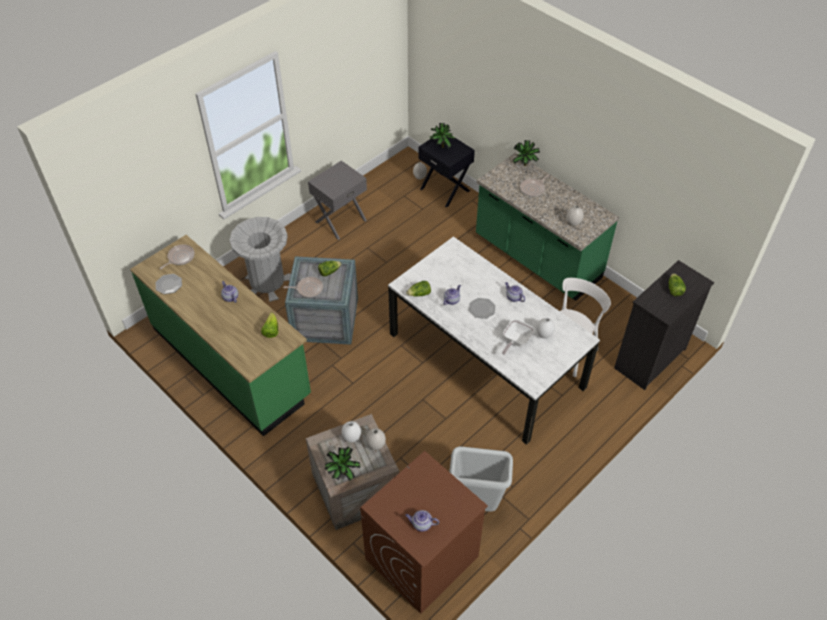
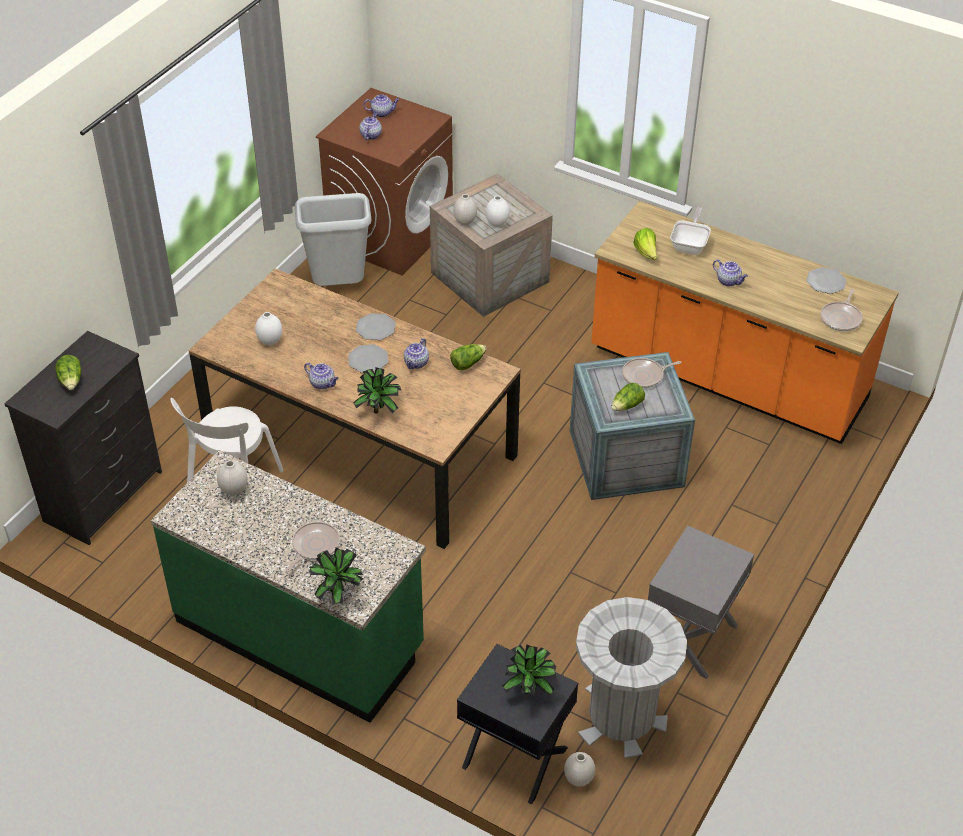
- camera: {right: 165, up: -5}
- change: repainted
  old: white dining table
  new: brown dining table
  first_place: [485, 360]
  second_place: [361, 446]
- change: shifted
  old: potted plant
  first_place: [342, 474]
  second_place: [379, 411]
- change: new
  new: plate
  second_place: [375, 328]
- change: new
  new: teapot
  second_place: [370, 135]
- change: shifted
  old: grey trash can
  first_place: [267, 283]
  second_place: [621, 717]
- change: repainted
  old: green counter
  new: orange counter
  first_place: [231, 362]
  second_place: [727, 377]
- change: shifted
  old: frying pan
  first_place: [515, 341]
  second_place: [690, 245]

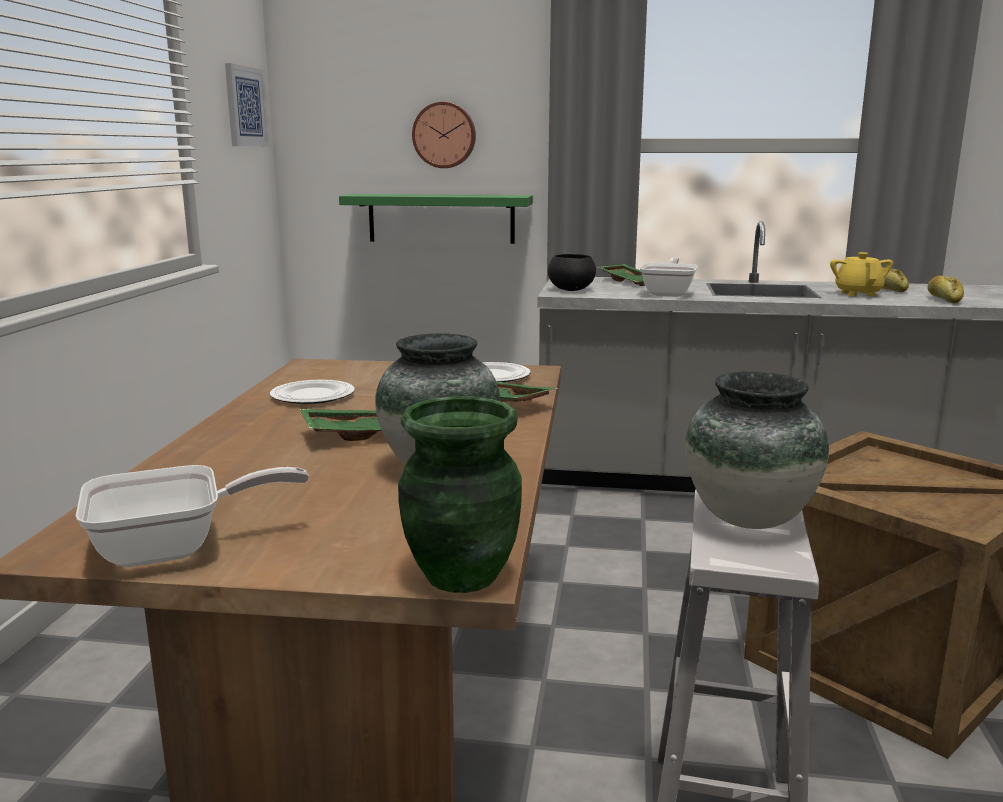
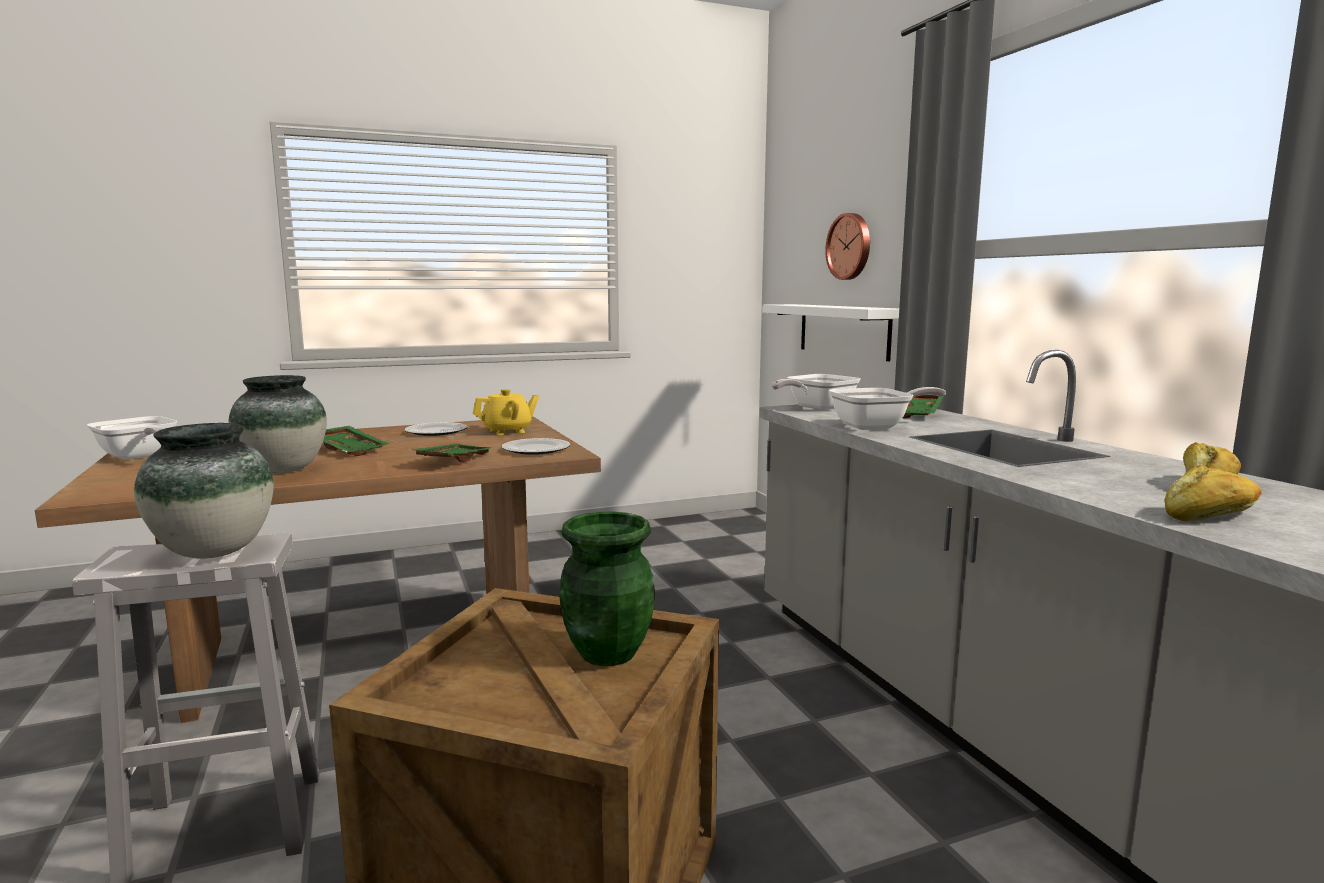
- camera: {right: 60, up: -5}
- change: shifted
  old: yellow teapot
  first_place: [858, 294]
  second_place: [507, 431]
- change: shifted
  old: green vase
  first_place: [460, 575]
  second_place: [608, 652]
- change: repainted
  old: green shelf
  new: white shelf
  first_place: [441, 218]
  second_place: [843, 330]
- change: swapped
  old: black bowl
  new: frying pan
  first_place: [570, 290]
  second_place: [816, 408]
- change: gone
  old: picture
  first_place: [245, 107]

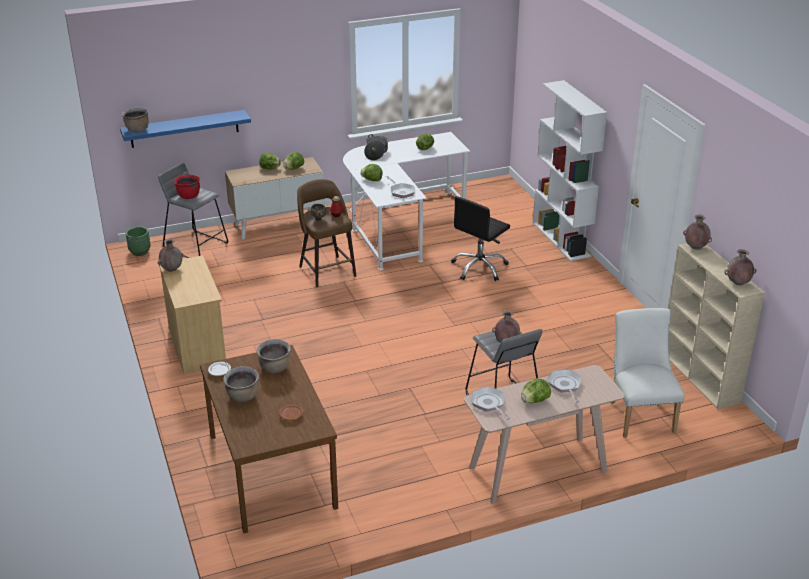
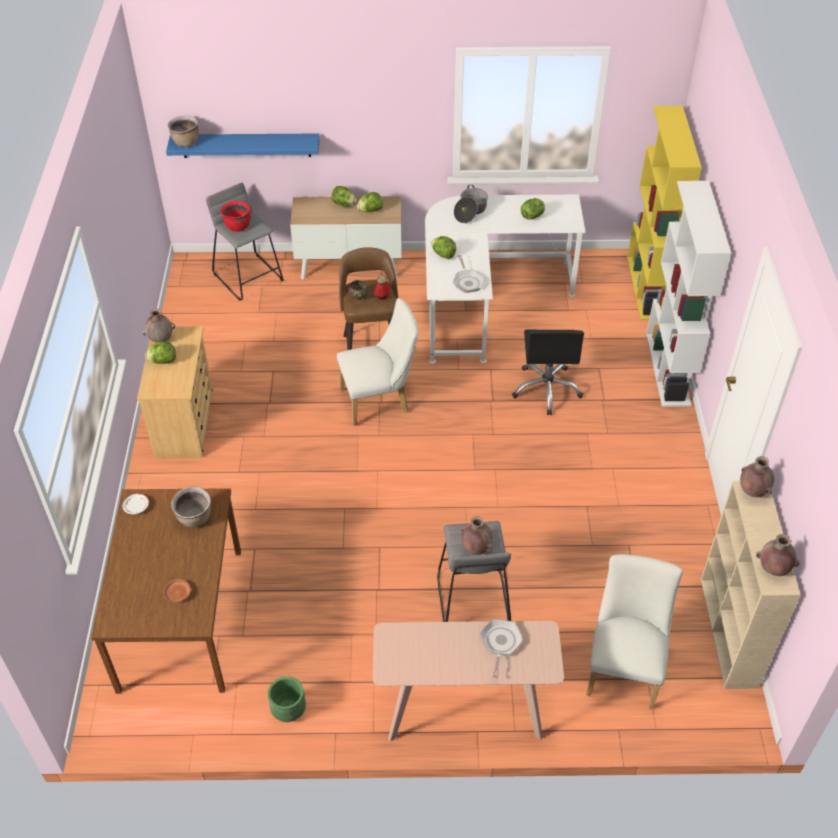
- camera: {right: 20, up: 15}
- change: shifted
  old: lettuce
  first_place: [534, 401]
  second_place: [163, 361]
- change: shifted
  old: green planter
  first_place: [140, 252]
  second_place: [288, 710]
- change: new
  new: white chair
  second_place: [380, 400]
- change: rotated
  old: black office chair
  first_place: [479, 268]
  second_place: [547, 389]
  degrees: -60
- change: new
  new: yellow bookcase
  second_place: [647, 288]
- change: gone
  old: brown cooking pot
  first_place: [243, 397]
- change: gone
  old: frying pan
  first_place: [489, 404]

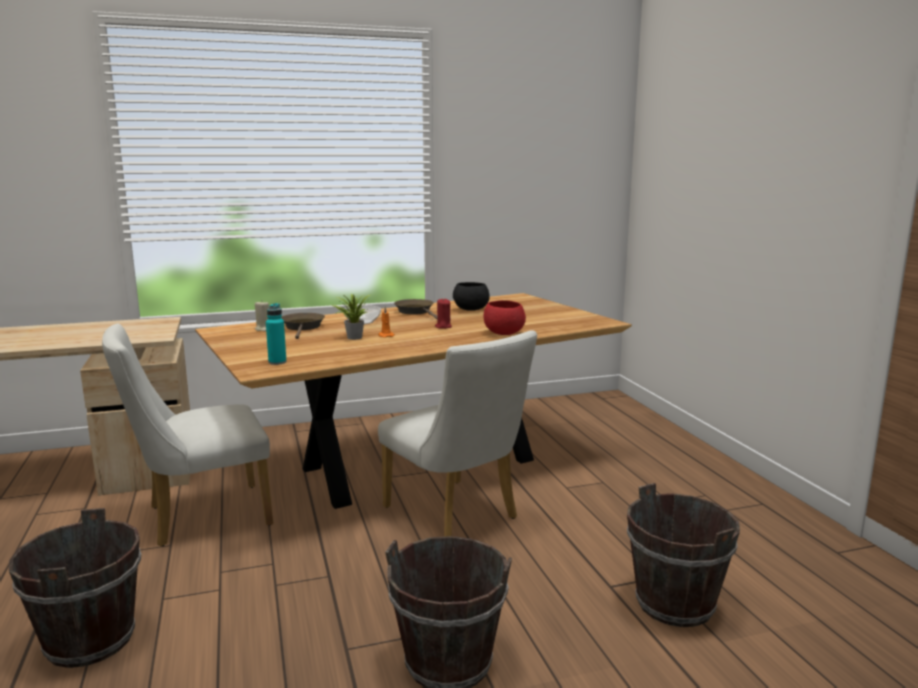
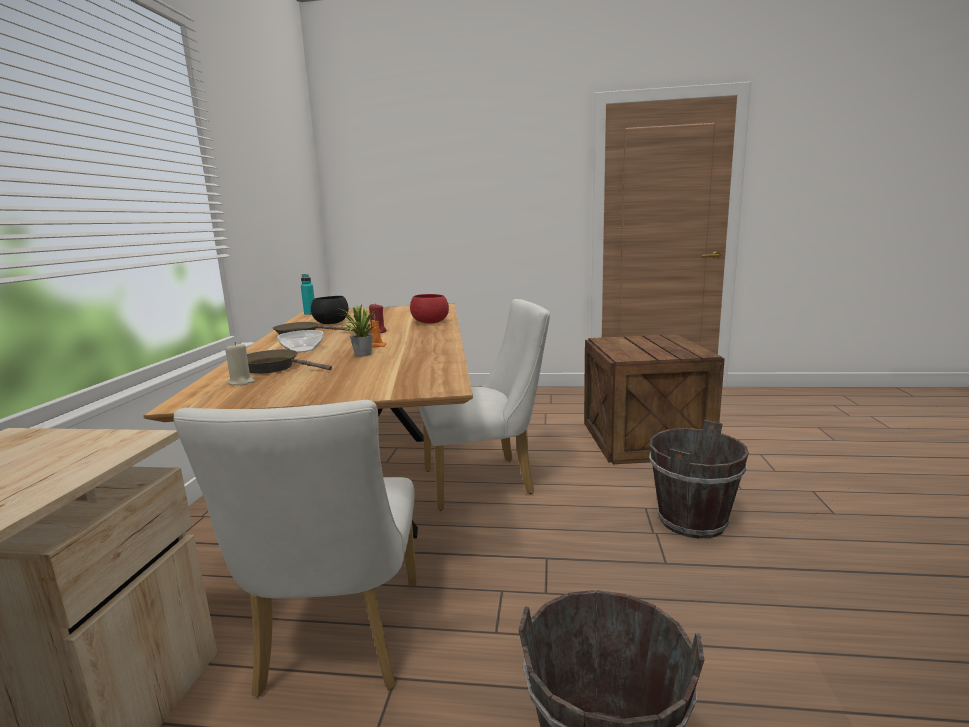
- camera: {right: -65, up: 0}
- change: shifted
  old: turquoise bottle
  first_place: [277, 362]
  second_place: [310, 313]
- change: swapped
  old: brown bucket
  new: crate
  first_place: [674, 604]
  second_place: [645, 440]

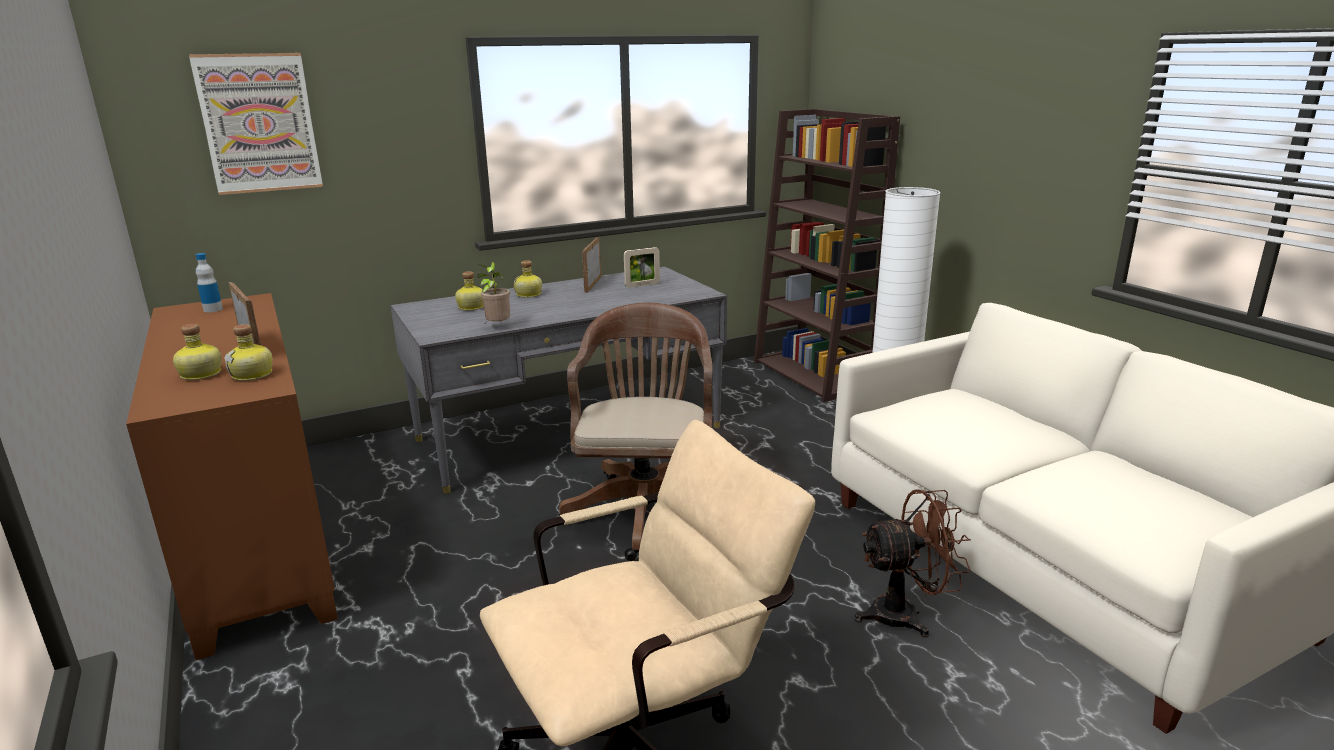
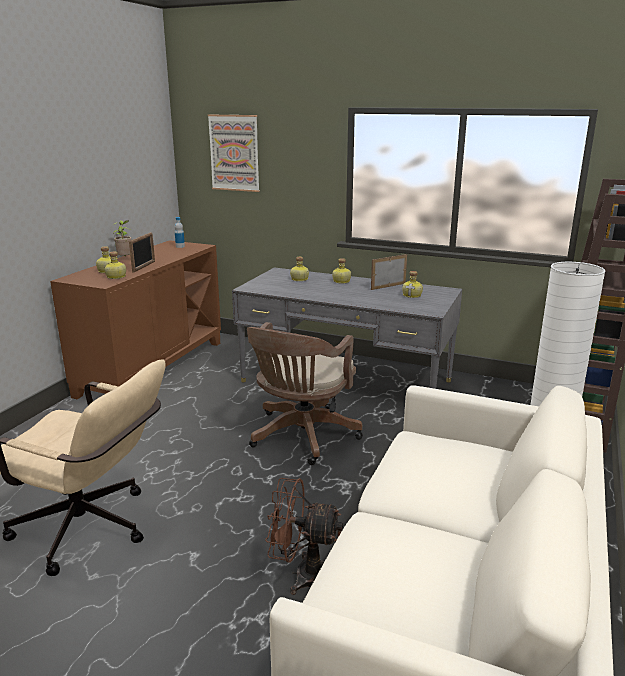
- camera: {right: 50, up: 0}
- change: shifted
  old: potted plant
  first_place: [497, 327]
  second_place: [125, 259]
- change: rotated
  old: brown office chair
  first_place: [646, 508]
  second_place: [301, 437]
  degrees: 150
- change: rotated
  old: brown fan
  first_place: [906, 614]
  second_place: [303, 575]
  degrees: 150
- change: swapped
  old: picture frame
  new: bottle
  first_place: [642, 285]
  second_place: [412, 295]

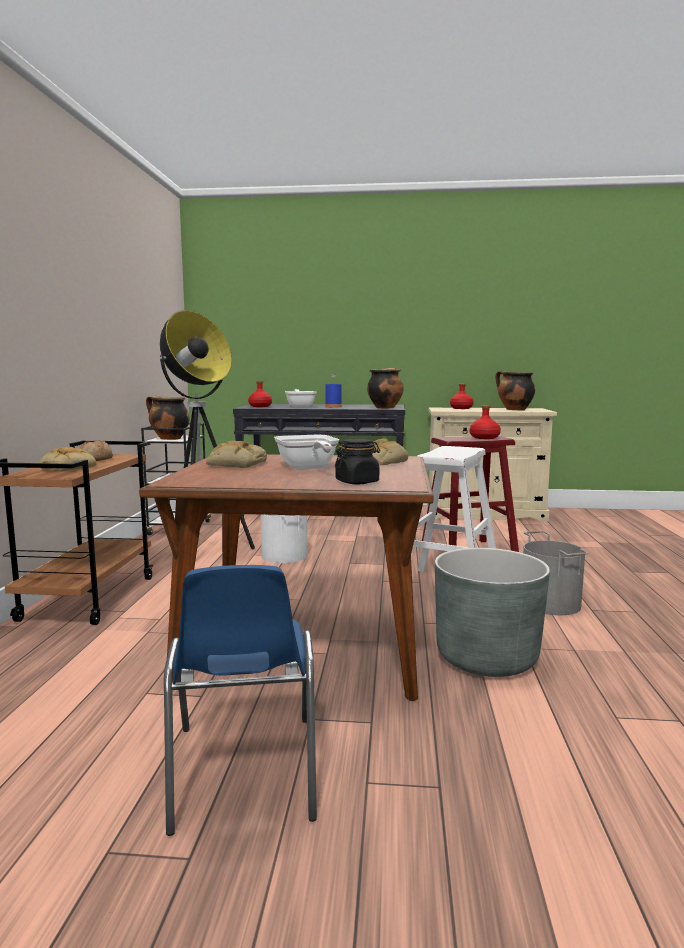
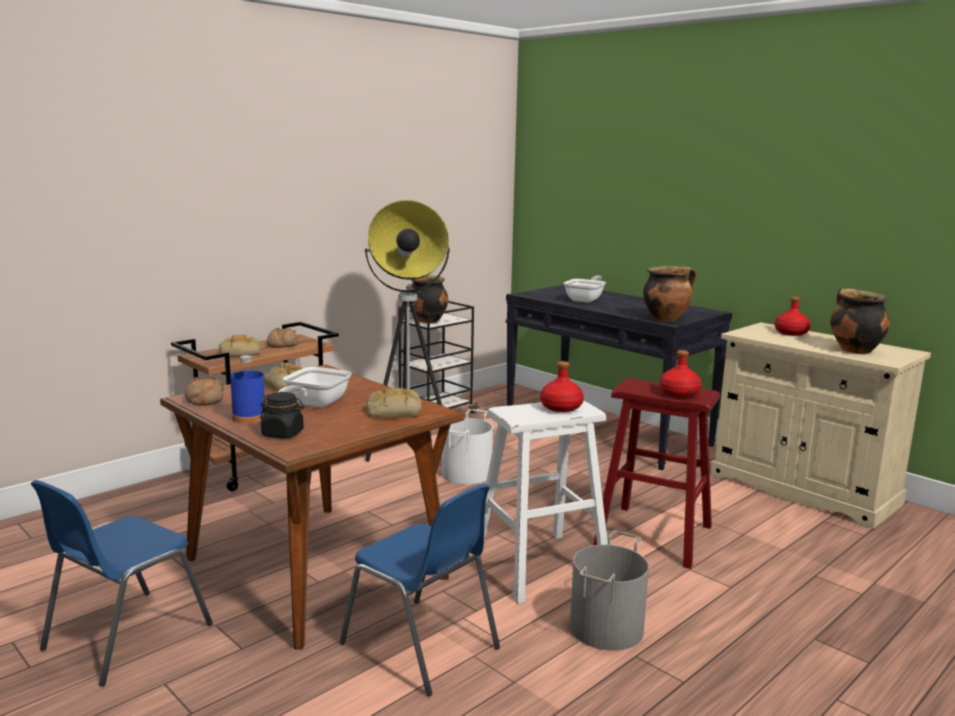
- camera: {right: 40, up: 5}
- change: new
  new: bread
  second_place: [203, 400]
- change: shifted
  old: blue bottle
  first_place: [333, 407]
  second_place: [249, 417]
- change: swapped
  old: grey planter
  new: blue chair
  first_place: [486, 657]
  second_place: [422, 647]
- change: shifted
  old: red bottle
  first_place: [260, 406]
  second_place: [560, 407]

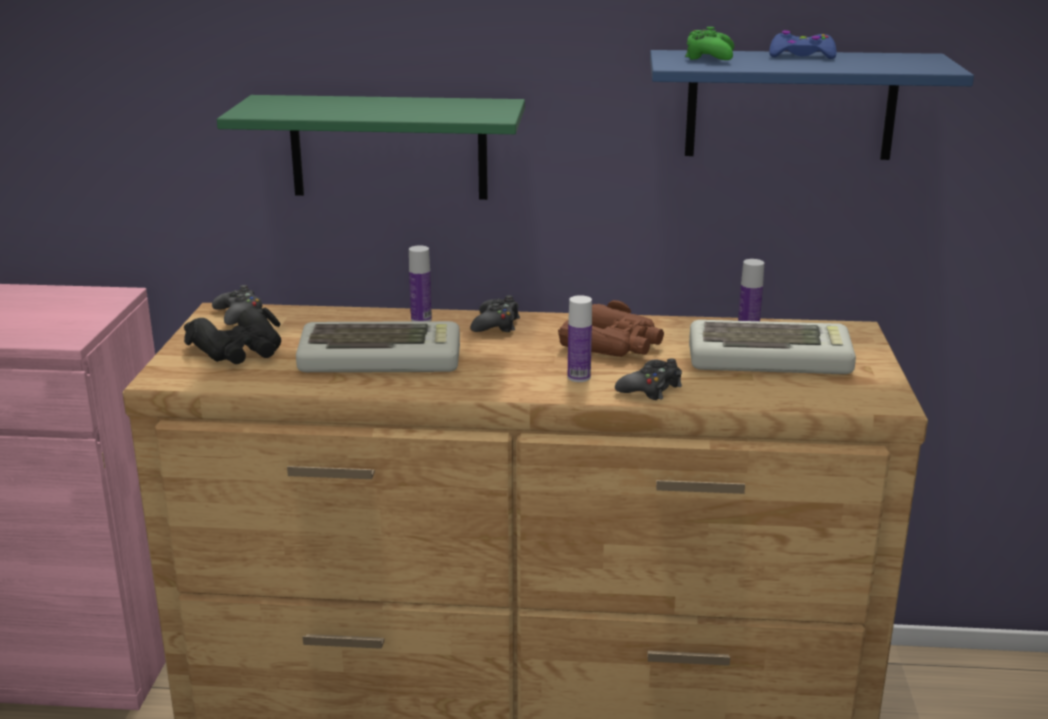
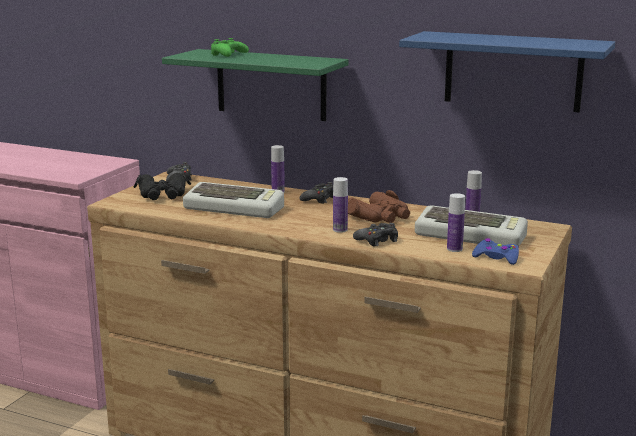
- camera: {right: 20, up: -5}
- change: shifted
  old: green game controller
  first_place: [709, 57]
  second_place: [228, 55]
- change: new
  new: bottle
  second_place: [454, 249]
- change: shifted
  old: blue game controller
  first_place: [801, 55]
  second_place: [496, 257]

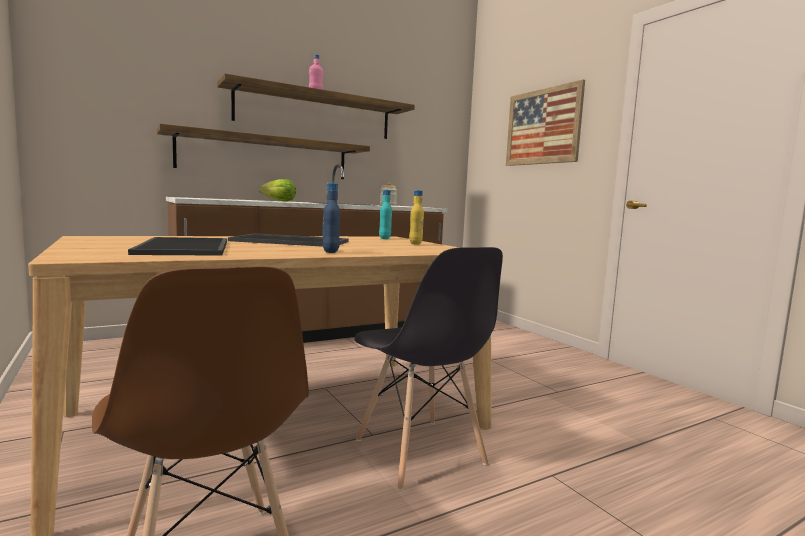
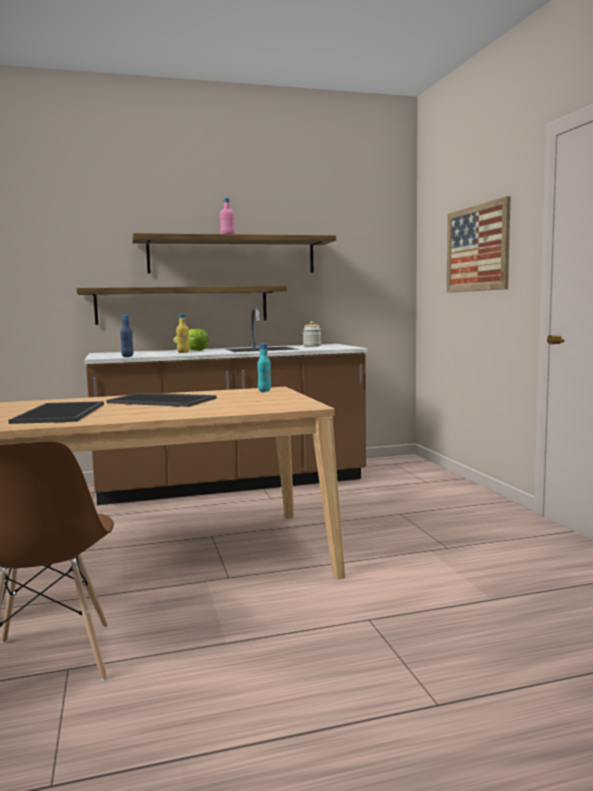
- camera: {right: 15, up: 0}
- change: shifted
  old: blue bottle
  first_place: [331, 251]
  second_place: [127, 356]
- change: shifted
  old: yellow bottle
  first_place: [415, 243]
  second_place: [183, 352]
- change: gone
  old: grey chair
  first_place: [419, 453]

